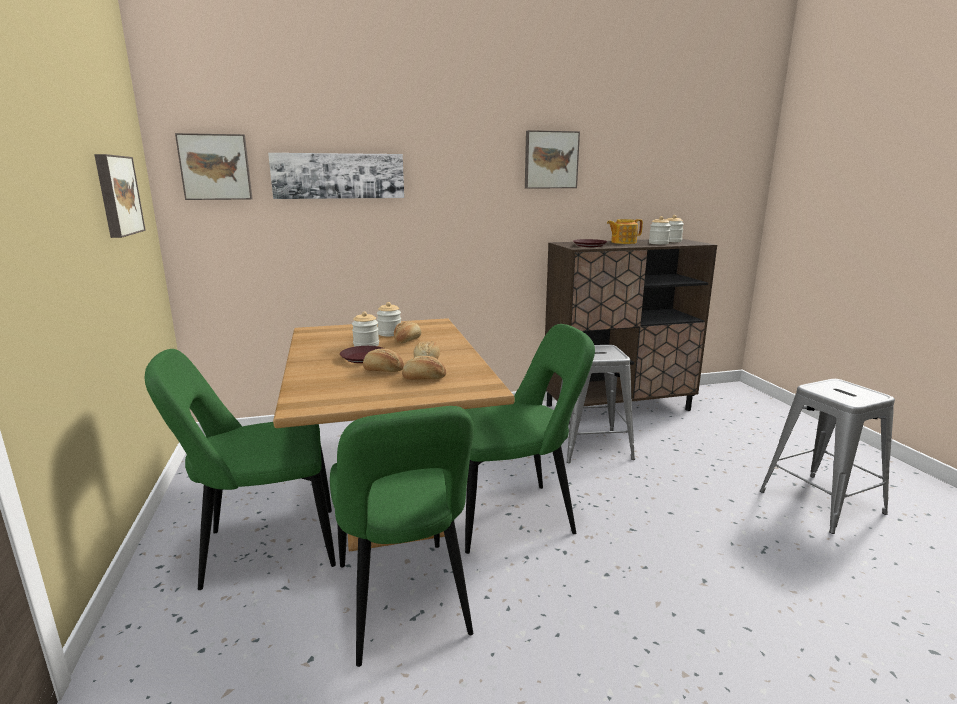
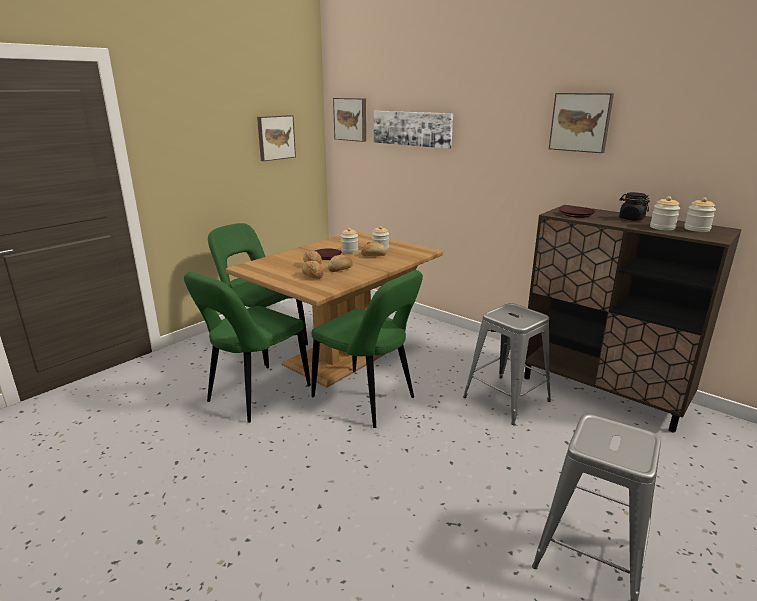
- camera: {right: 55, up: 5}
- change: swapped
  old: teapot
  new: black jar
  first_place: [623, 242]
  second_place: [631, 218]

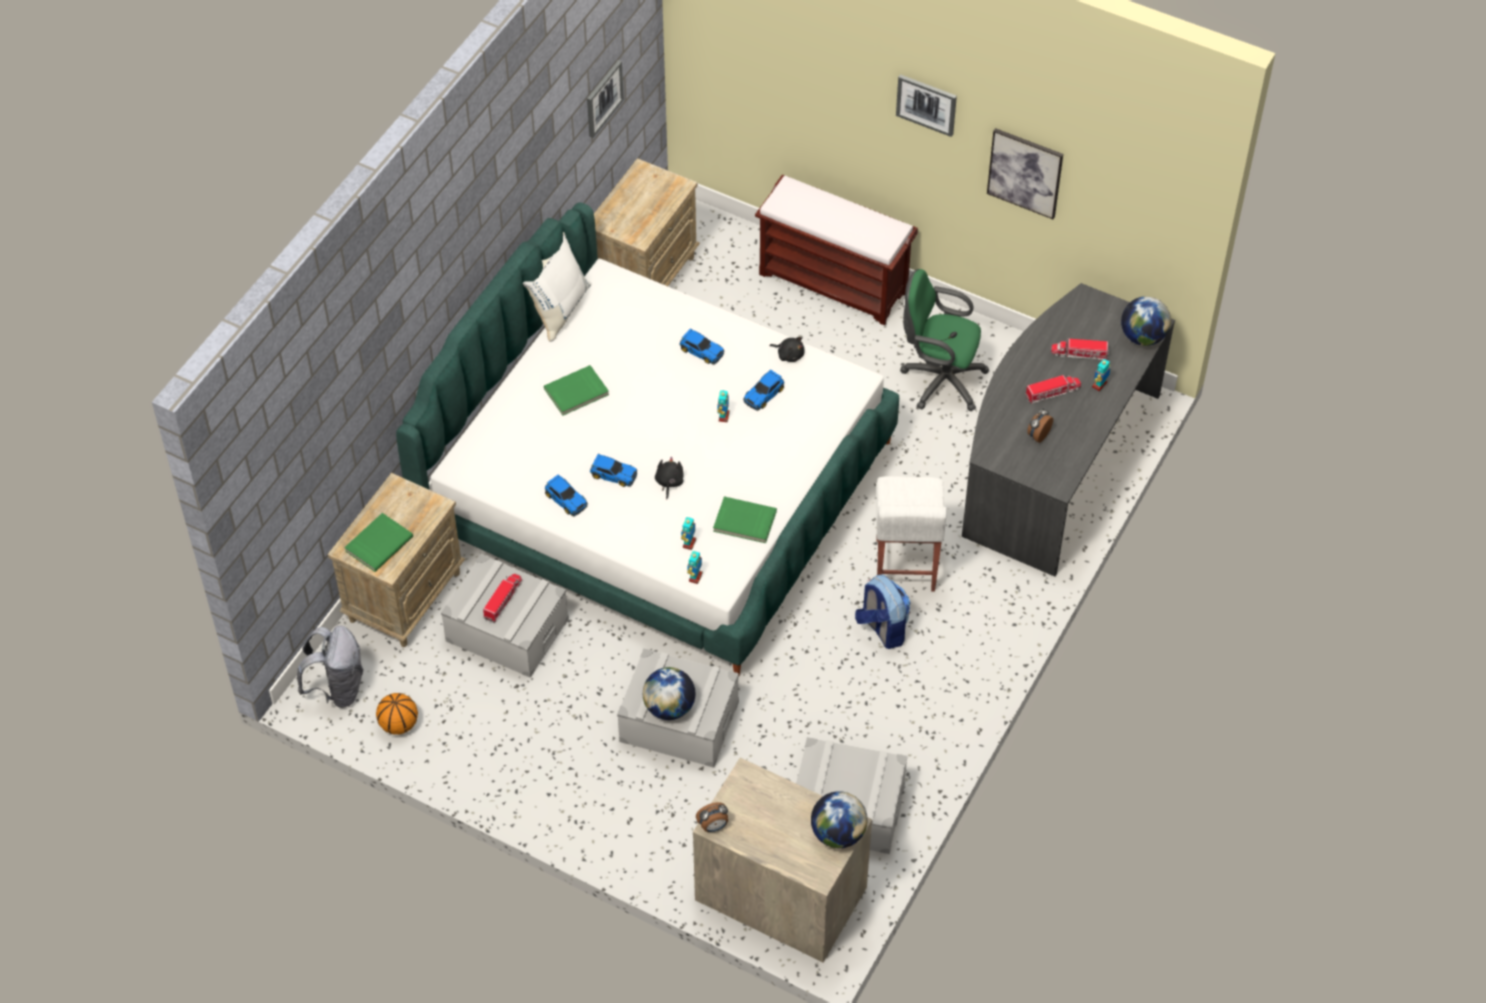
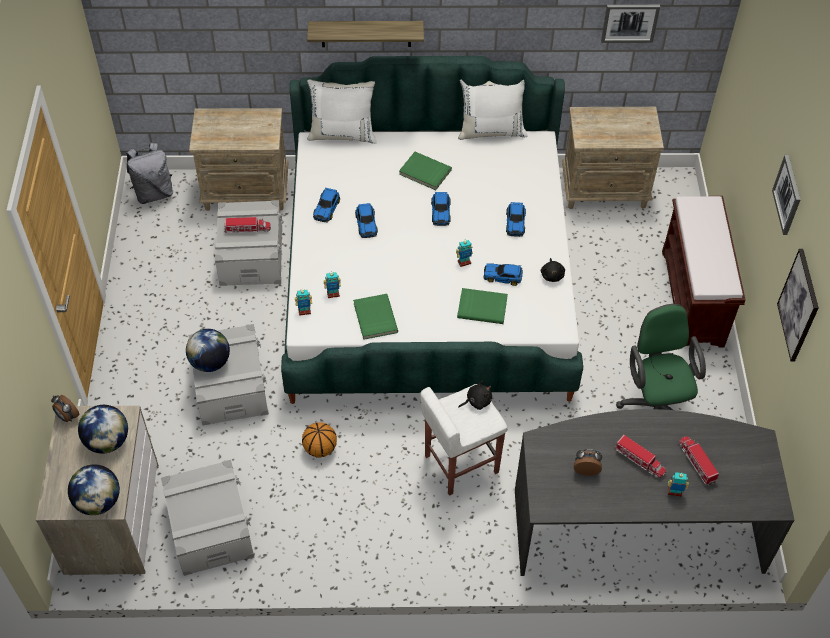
- camera: {right: 60, up: 0}
- change: shifted
  old: globe
  first_place: [1143, 337]
  second_place: [107, 441]
- change: shifted
  old: basketball
  first_place: [399, 725]
  second_place: [320, 449]
- change: new
  new: shelf
  second_place: [366, 33]
- change: new
  new: white pillow
  second_place: [342, 134]
- change: new
  new: toy car
  second_place: [441, 212]
- change: shifted
  old: green book
  first_place: [378, 543]
  second_place: [482, 307]
- change: shifted
  old: black plush toy
  first_place: [669, 482]
  second_place: [477, 401]
- change: gone
  old: backpack
  first_place: [882, 629]

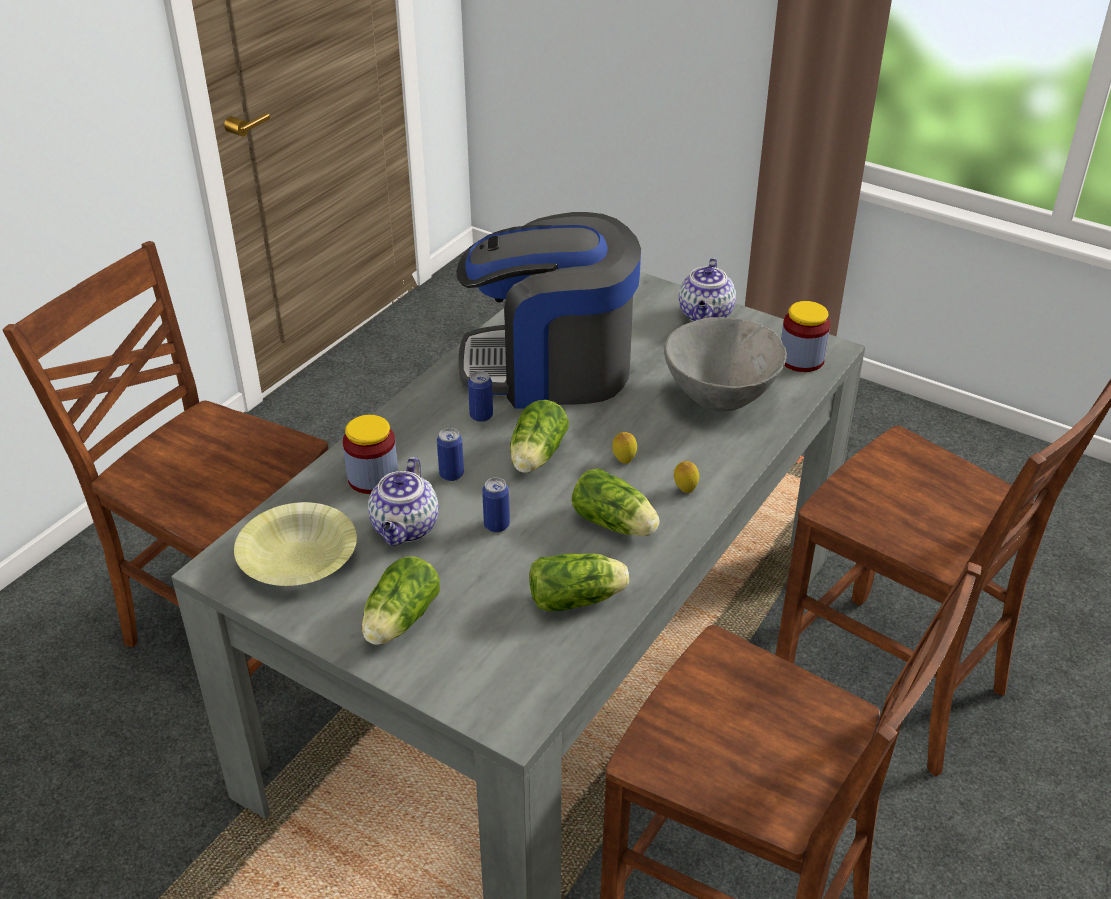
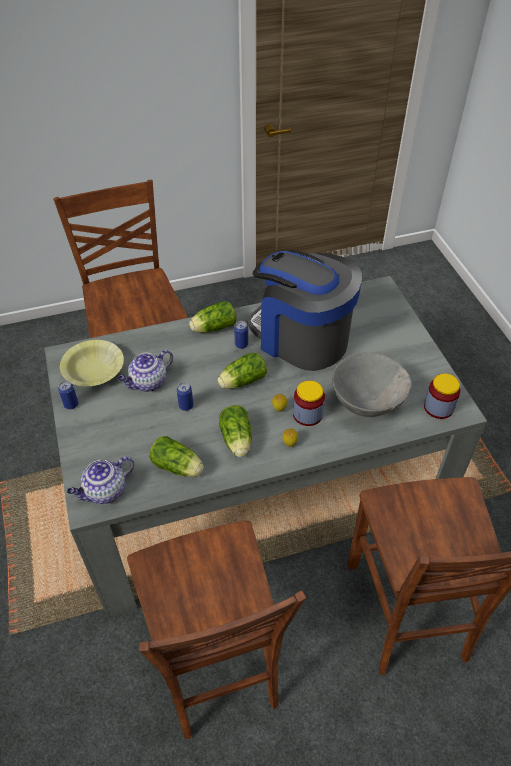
- camera: {right: 40, up: 10}
- change: shifted
  old: can
  first_place: [451, 474]
  second_place: [71, 404]
- change: shifted
  old: teapot
  first_place: [706, 316]
  second_place: [105, 491]
- change: shifted
  old: lettuce
  first_place: [398, 622]
  second_place: [212, 328]
- change: shifted
  old: jar
  first_place: [373, 478]
  second_place: [307, 414]

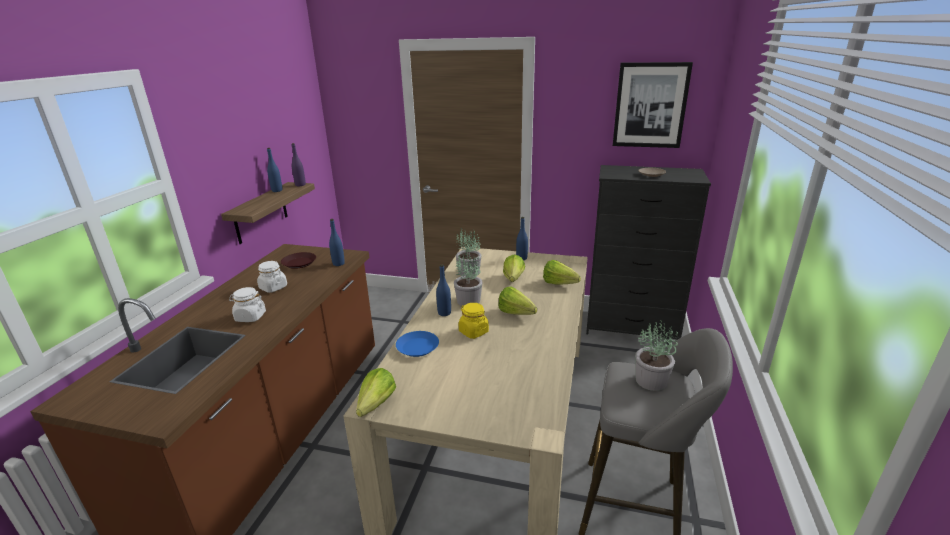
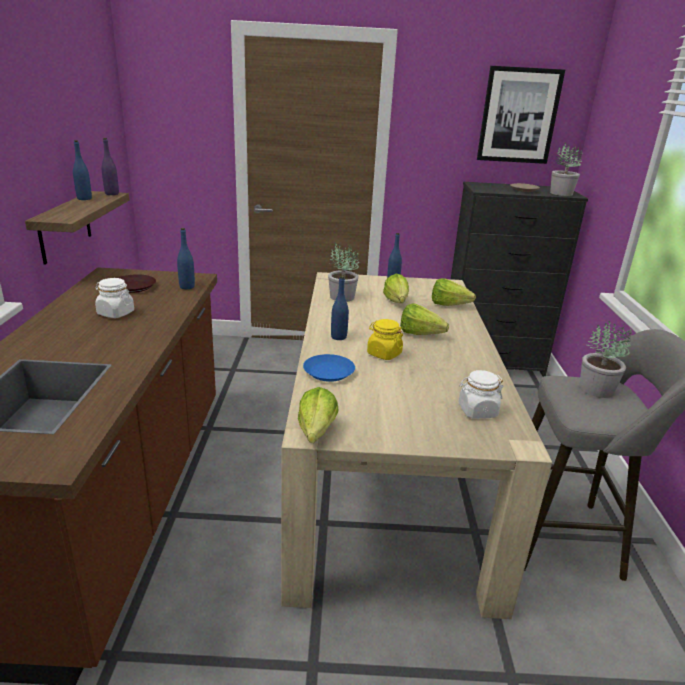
- camera: {right: -15, up: 0}
- change: shifted
  old: white jar
  first_place: [250, 317]
  second_place: [477, 411]
- change: shifted
  old: potted plant
  first_place: [468, 301]
  second_place: [560, 193]

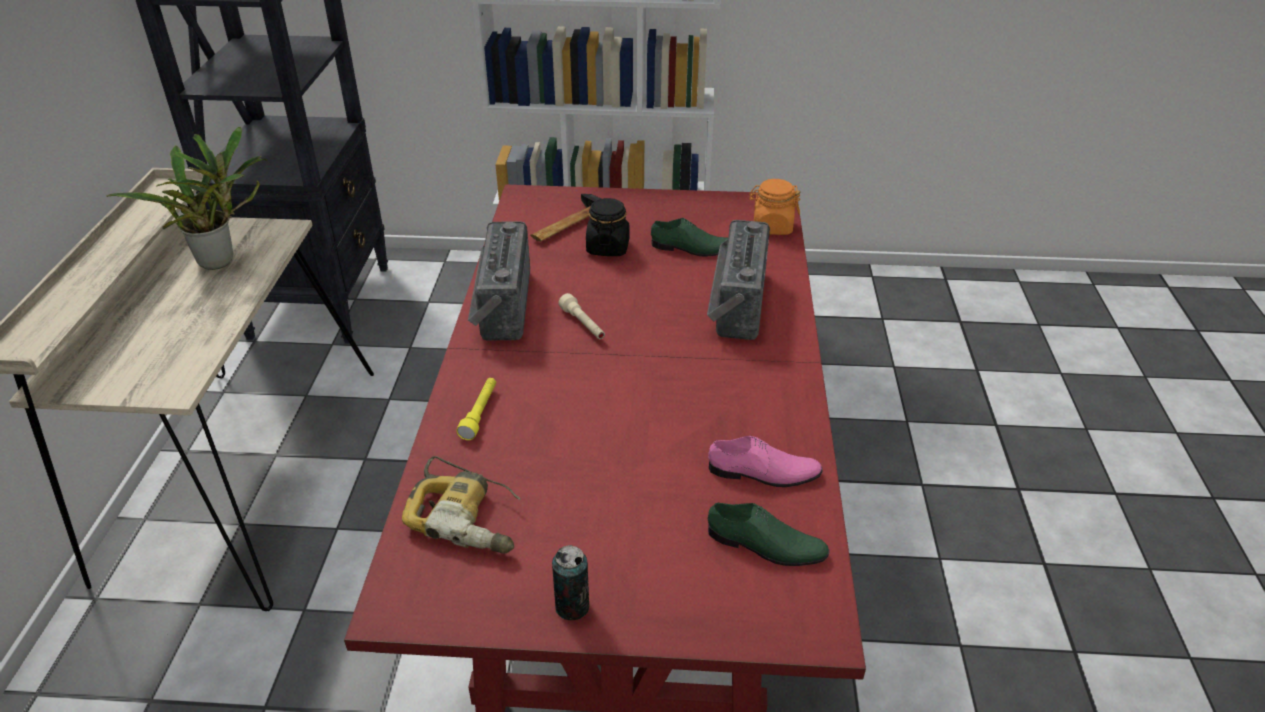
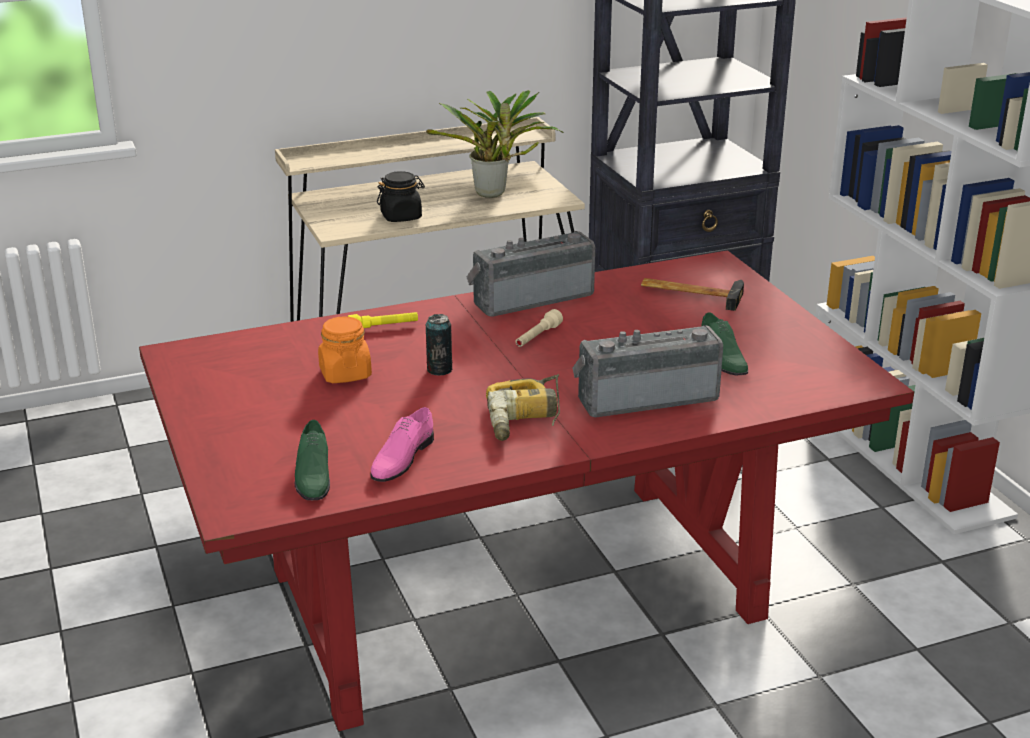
- camera: {right: 65, up: -10}
- change: shifted
  old: orange jar
  first_place: [772, 227]
  second_place: [345, 373]
- change: rotated
  old: pink shoe
  first_place: [764, 473]
  second_place: [401, 458]
  degrees: 45
- change: shifted
  old: black jar
  first_place: [608, 247]
  second_place: [401, 216]
- change: shifted
  old: can
  first_place: [572, 607]
  second_place: [439, 370]
- change: shifted
  old: power drill
  first_place: [468, 516]
  second_place: [526, 418]

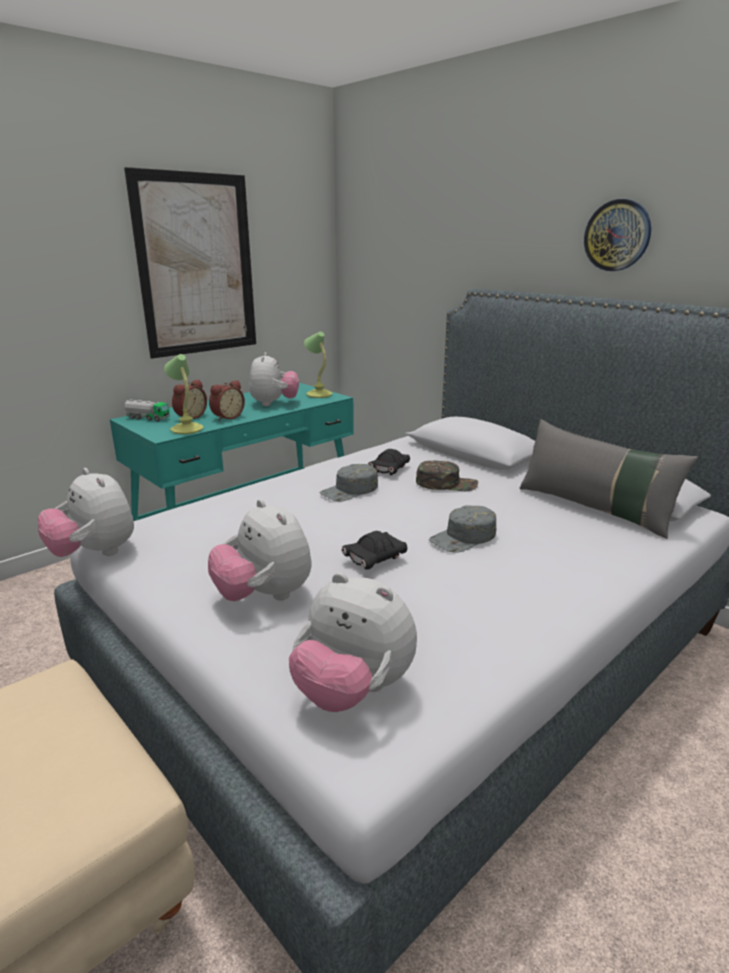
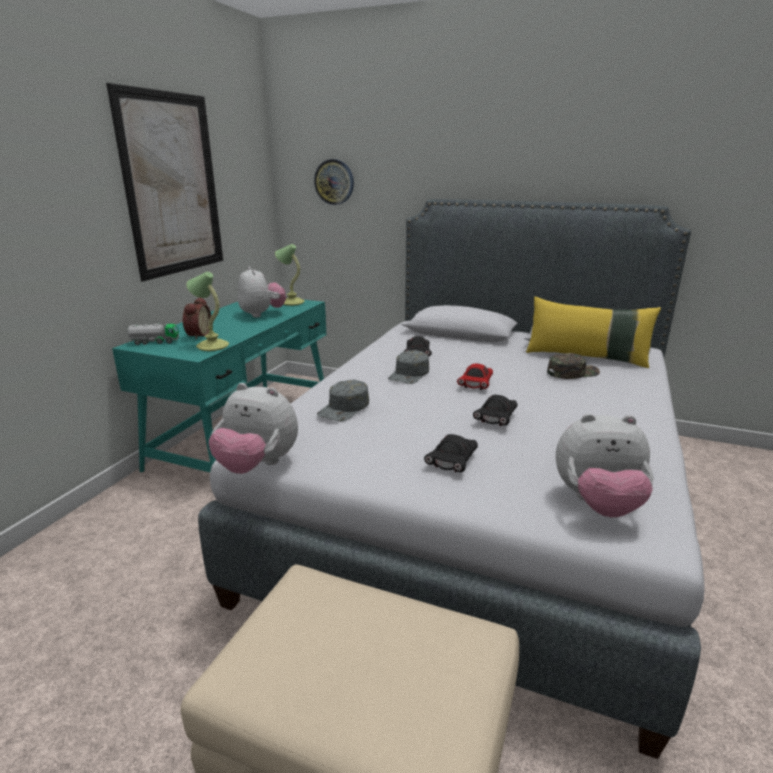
- camera: {right: -25, up: 0}
- change: shifted
  old: wall clock
  first_place: [617, 235]
  second_place: [334, 182]
- change: shifted
  old: grey cap
  first_place: [463, 537]
  second_place: [344, 408]
- change: swapped
  old: plush toy
  new: black toy car
  first_place: [264, 596]
  second_place: [452, 462]
- change: new
  new: red toy car
  second_place: [475, 384]
- change: repainted
  old: grey pillow
  new: yellow pillow
  first_place: [594, 509]
  second_place: [586, 357]
- change: shifted
  old: green cap
  first_place: [446, 483]
  second_place: [572, 372]
- change: gone
  old: alarm clock
  first_place: [227, 417]

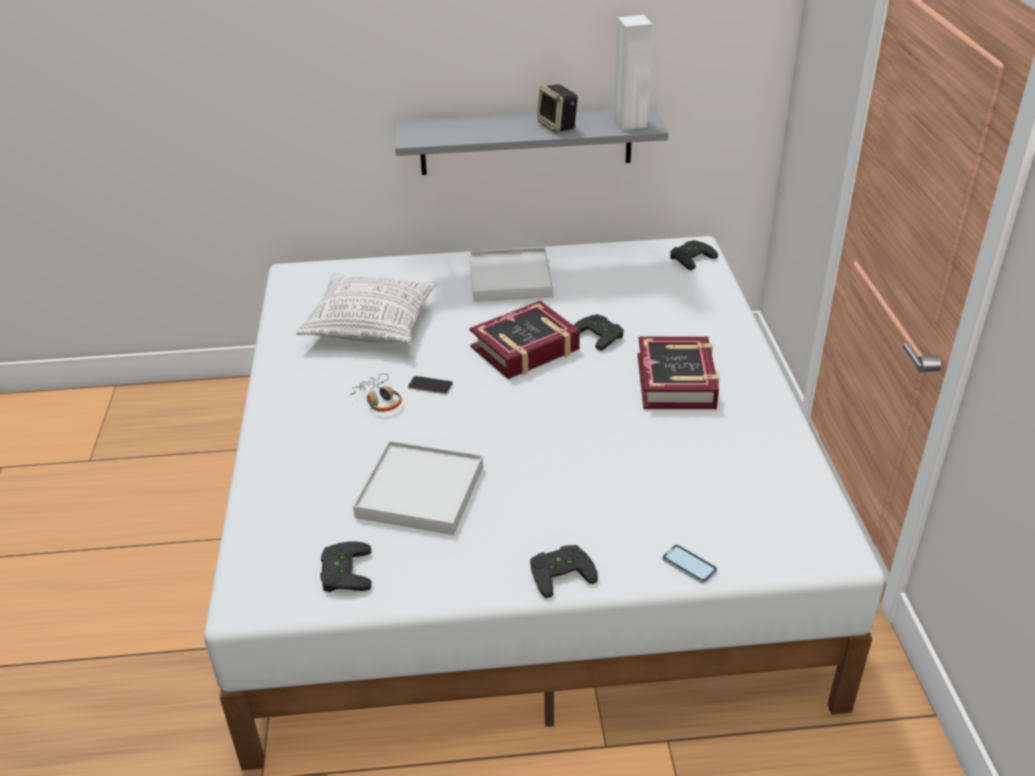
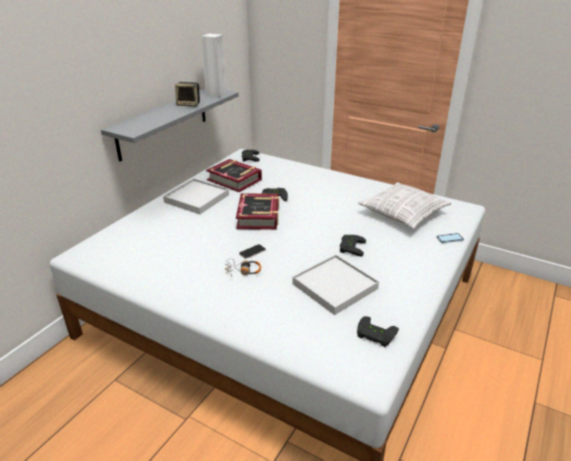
- camera: {right: -55, up: -5}
- change: shifted
  old: book
  first_place: [677, 381]
  second_place: [234, 180]
- change: shifted
  old: black game controller
  first_place: [560, 571]
  second_place: [350, 247]
- change: shifted
  old: pillow
  first_place: [371, 325]
  second_place: [403, 214]

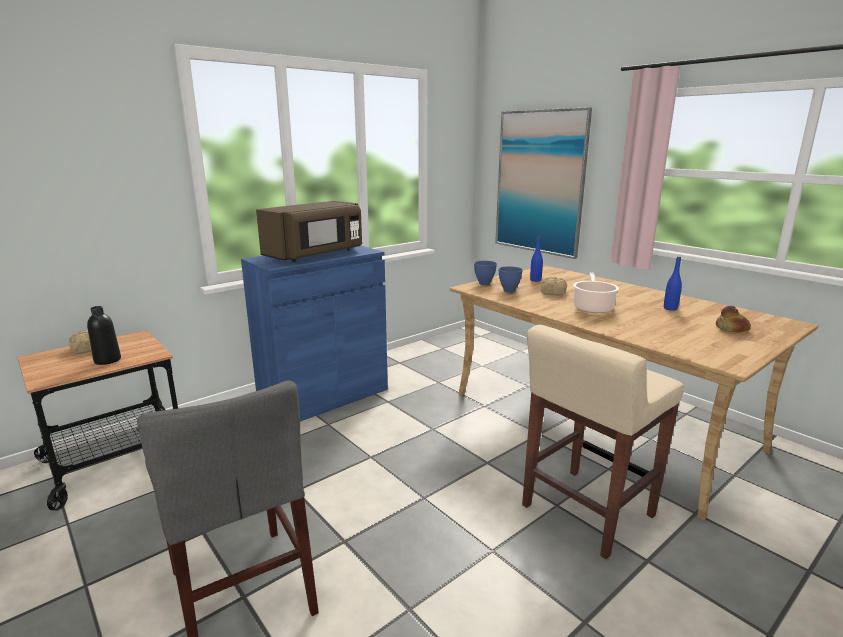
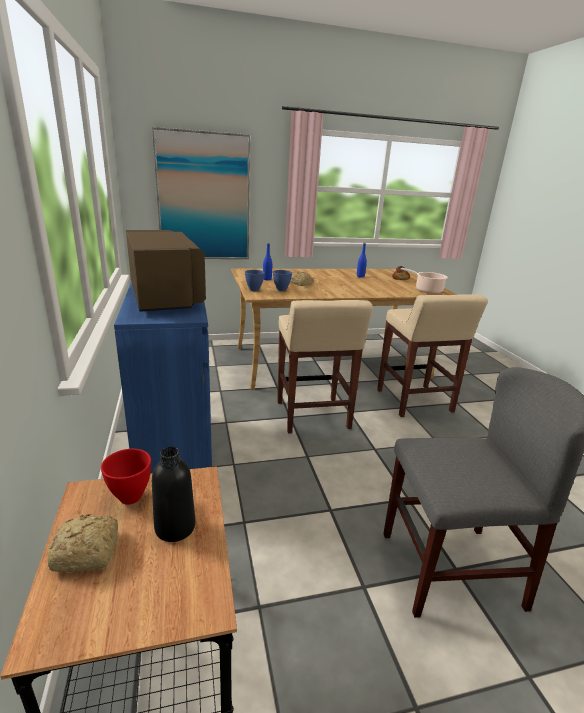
- camera: {right: -65, up: 5}
- change: new
  new: red bowl
  second_place: [132, 497]
- change: new
  new: beige stool
  second_place: [312, 416]
- change: shifted
  old: cooking pot
  first_place: [593, 307]
  second_place: [426, 290]

